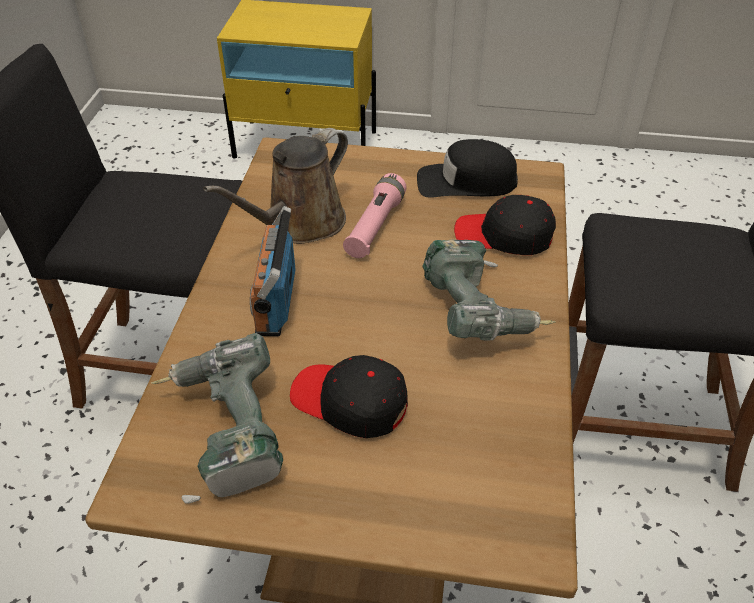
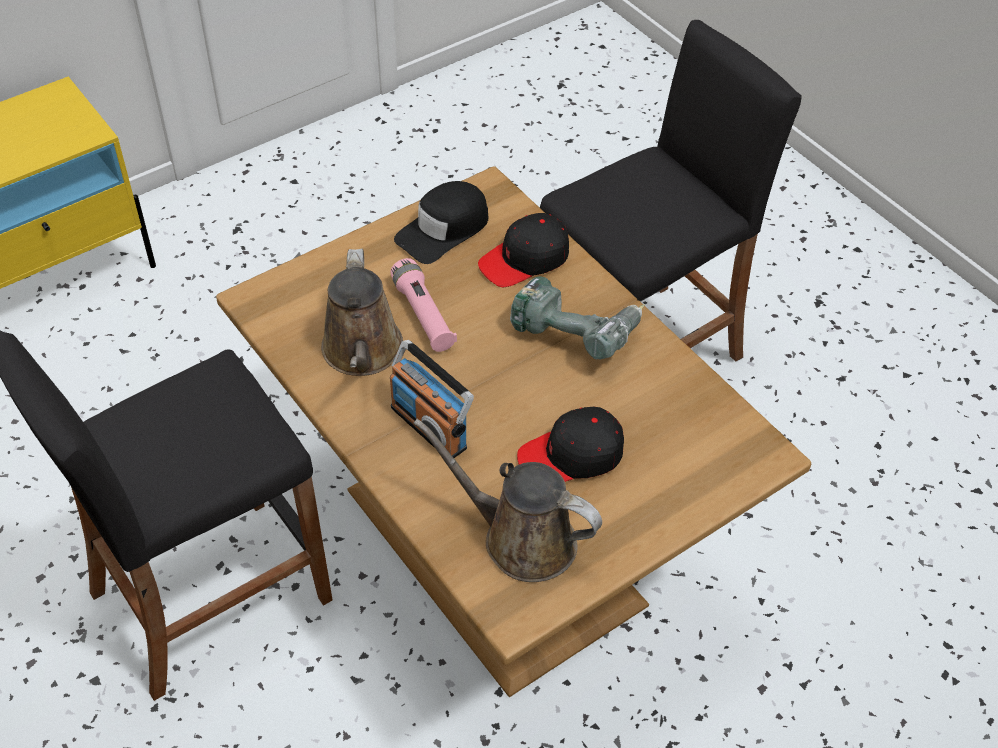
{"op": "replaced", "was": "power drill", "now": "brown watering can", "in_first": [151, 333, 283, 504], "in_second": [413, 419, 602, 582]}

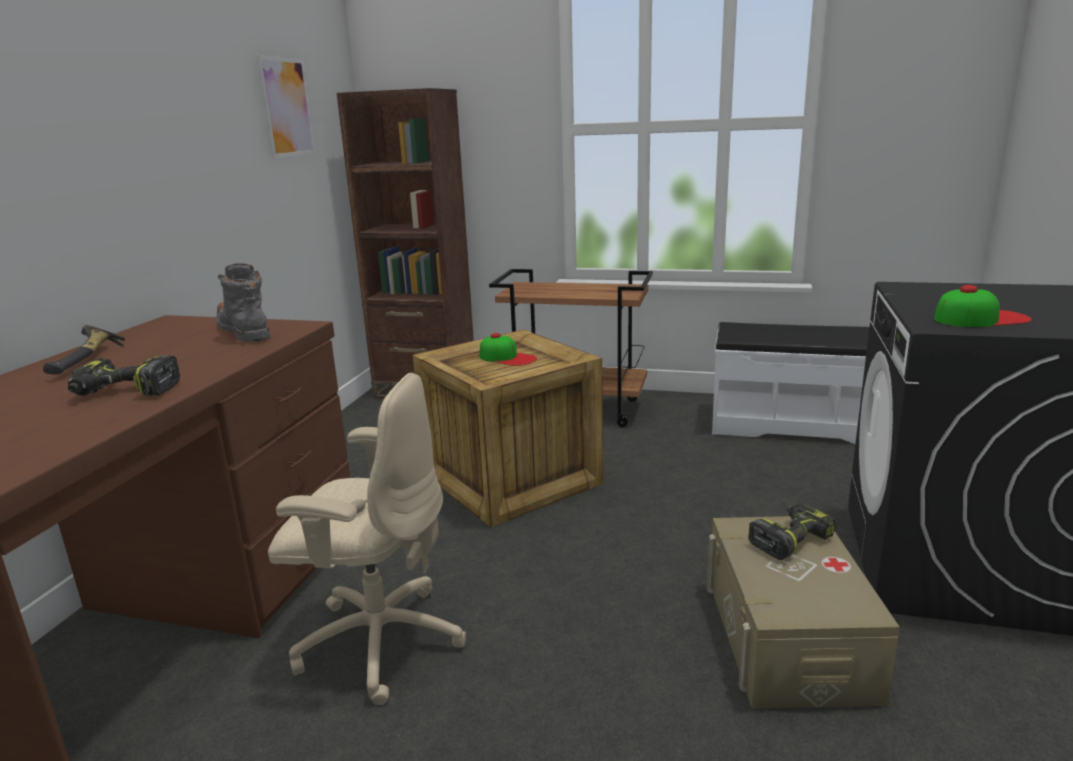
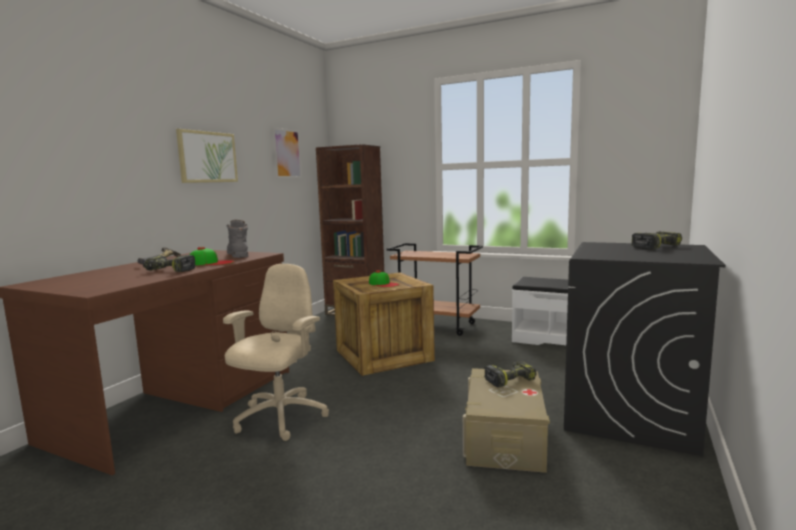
{"op": "added", "now": "picture", "in_second": [176, 129, 238, 183]}
{"op": "added", "now": "power drill", "in_second": [632, 231, 682, 250]}
{"op": "moved", "was": "cap", "in_first": [934, 285, 1032, 327], "in_second": [190, 247, 235, 265]}
{"op": "turned", "was": "beige office chair", "in_first": [268, 373, 467, 705], "in_second": [223, 264, 329, 441], "clockwise": -90}

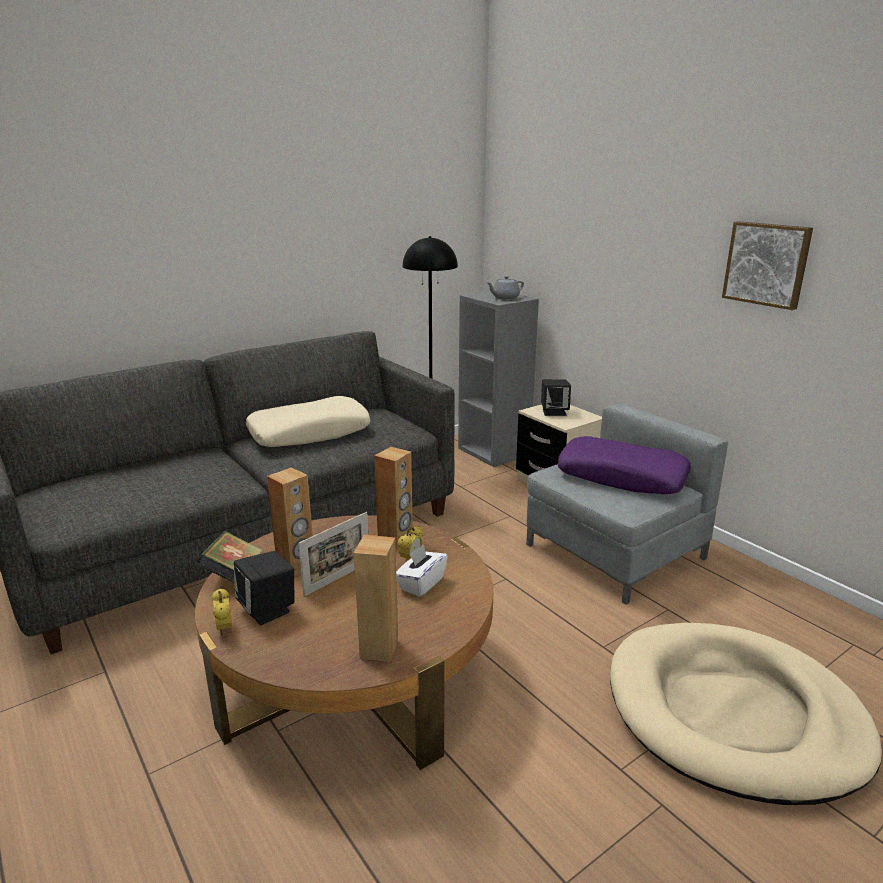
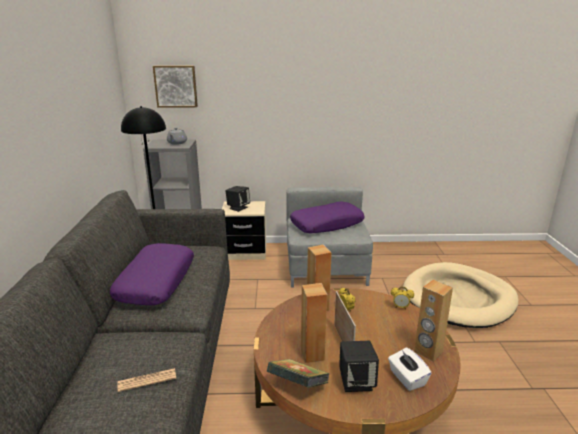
{"op": "added", "now": "newspaper", "in_second": [118, 368, 176, 392]}
{"op": "moved", "was": "alarm clock", "in_first": [212, 588, 232, 635], "in_second": [391, 287, 414, 309]}
{"op": "moved", "was": "white tissue box", "in_first": [396, 544, 448, 597], "in_second": [388, 347, 431, 391]}
{"op": "moved", "was": "picture", "in_first": [722, 221, 813, 310], "in_second": [153, 66, 198, 108]}
{"op": "recoloured", "was": "beige pillow", "now": "purple pillow", "in_first": [246, 396, 370, 447], "in_second": [110, 243, 194, 305]}

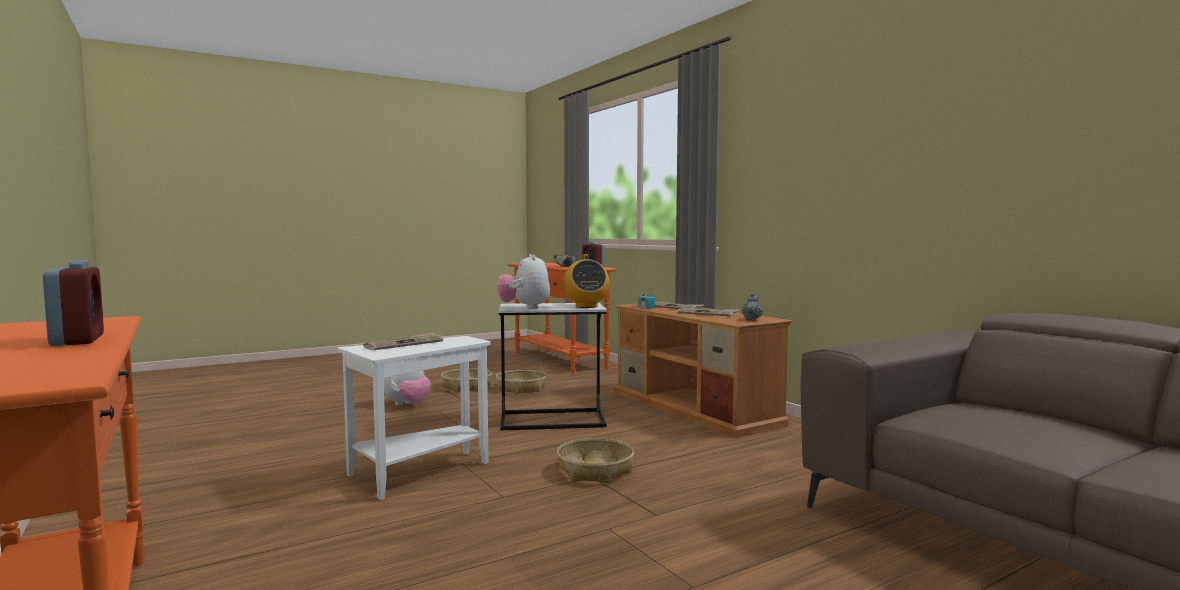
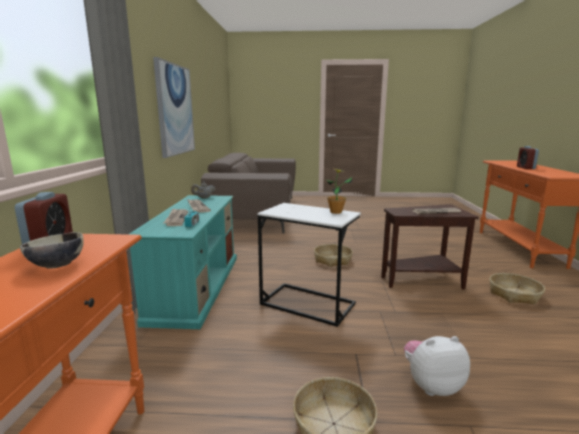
{"op": "removed", "was": "radio", "in_first": [564, 254, 609, 308]}
{"op": "added", "now": "picture", "in_second": [153, 57, 195, 158]}
{"op": "moved", "was": "basket", "in_first": [496, 370, 547, 394], "in_second": [489, 273, 545, 305]}
{"op": "replaced", "was": "plush toy", "now": "potted plant", "in_first": [497, 254, 550, 309], "in_second": [325, 169, 352, 214]}
{"op": "recoloured", "was": "white side table", "now": "brown side table", "in_first": [338, 336, 490, 500], "in_second": [381, 204, 479, 289]}
{"op": "recoloured", "was": "brown tv stand", "now": "turquoise tv stand", "in_first": [613, 302, 793, 438], "in_second": [129, 195, 237, 329]}

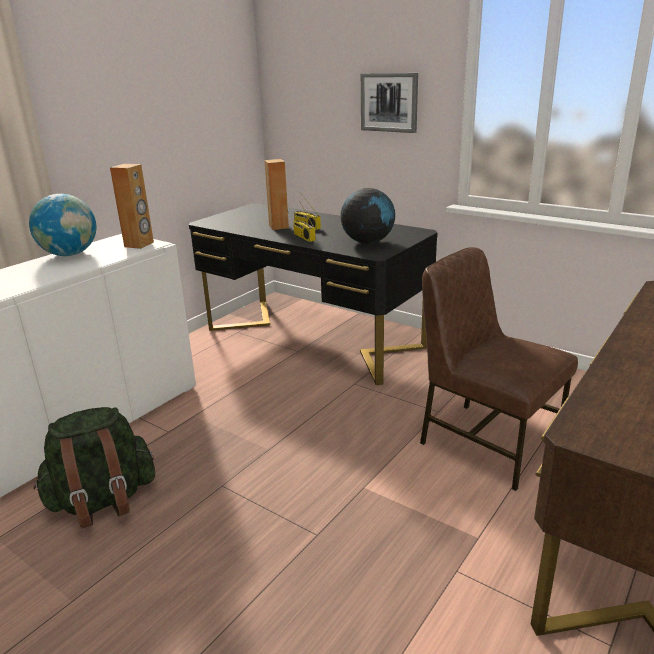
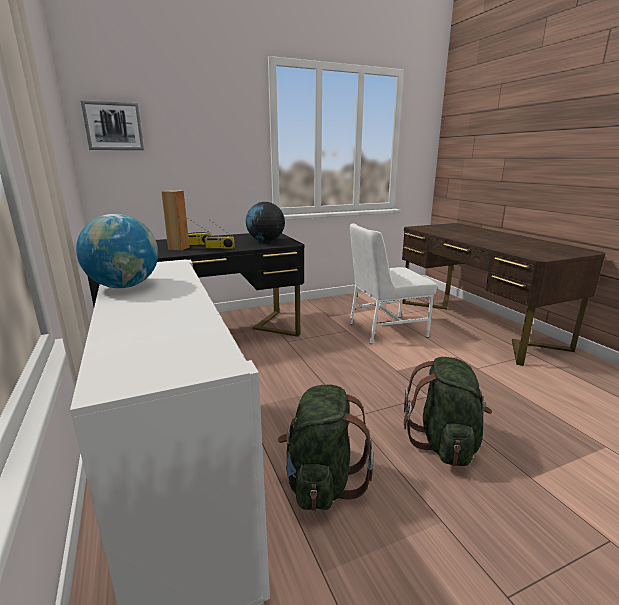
{"op": "removed", "was": "brown speaker", "in_first": [110, 164, 154, 249]}
{"op": "added", "now": "green backpack", "in_second": [404, 357, 492, 466]}
{"op": "moved", "was": "picture", "in_first": [361, 73, 418, 133], "in_second": [81, 100, 144, 150]}
{"op": "recoloured", "was": "brown chair", "now": "white chair", "in_first": [420, 247, 578, 491], "in_second": [350, 223, 437, 344]}

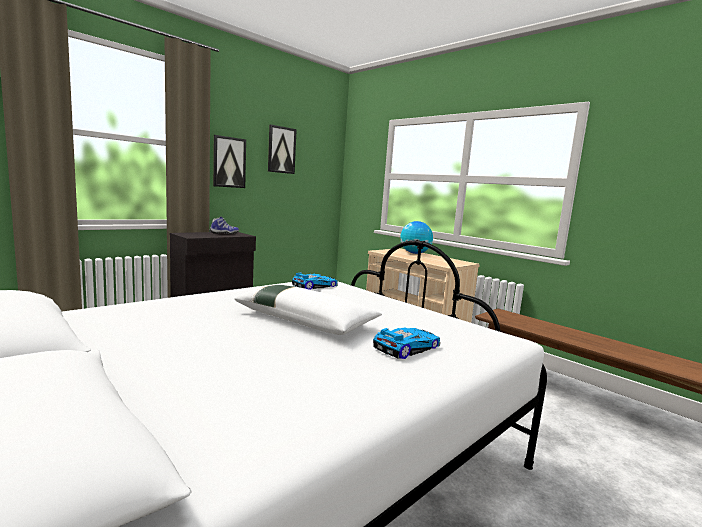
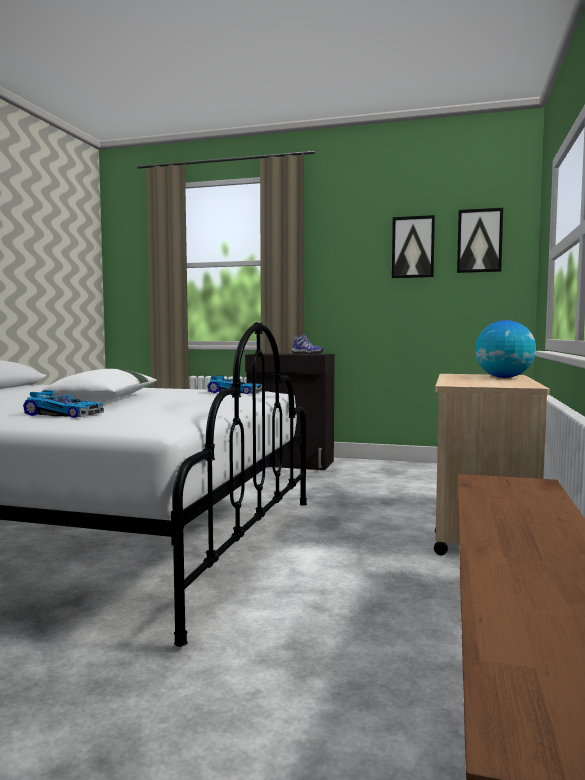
{"op": "moved", "was": "picture", "in_first": [213, 135, 246, 188], "in_second": [457, 208, 503, 273]}

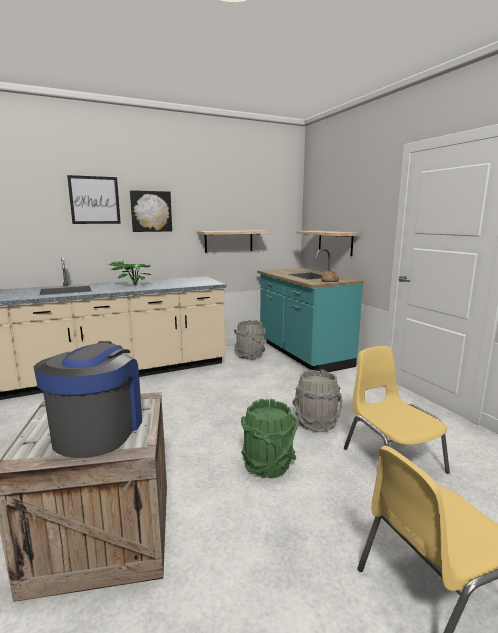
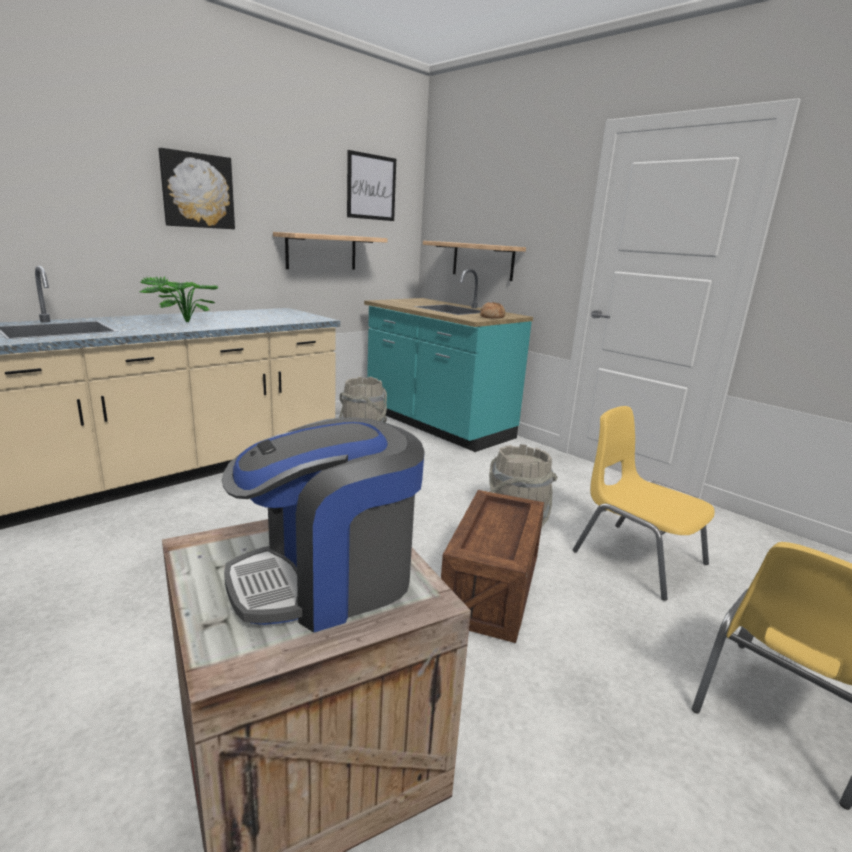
{"op": "moved", "was": "picture", "in_first": [67, 175, 121, 224], "in_second": [347, 150, 396, 221]}
{"op": "replaced", "was": "green bucket", "now": "crate", "in_first": [241, 398, 298, 478], "in_second": [441, 490, 544, 643]}
{"op": "turned", "was": "coffee machine", "in_first": [34, 341, 142, 458], "in_second": [222, 417, 425, 633], "clockwise": -105}

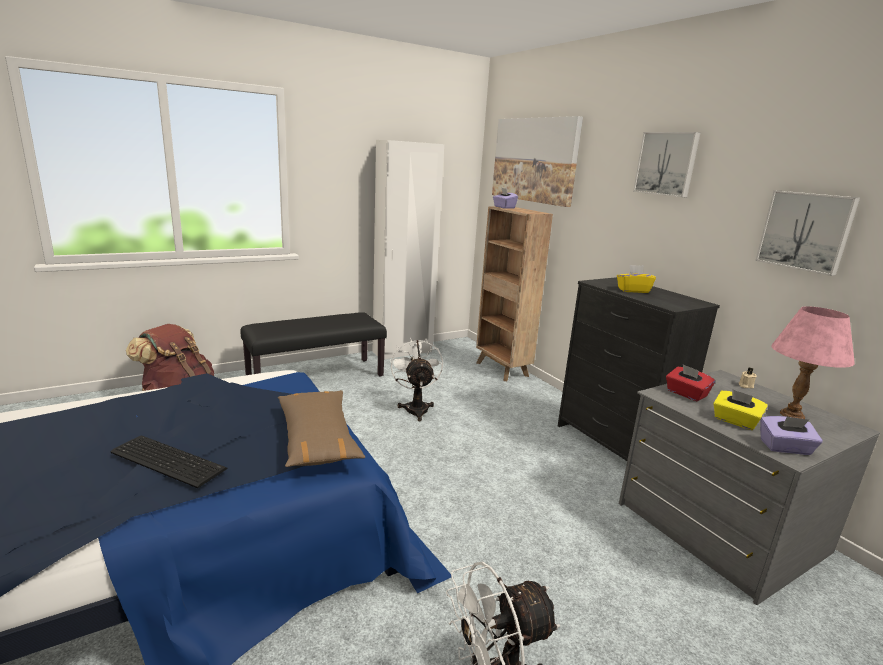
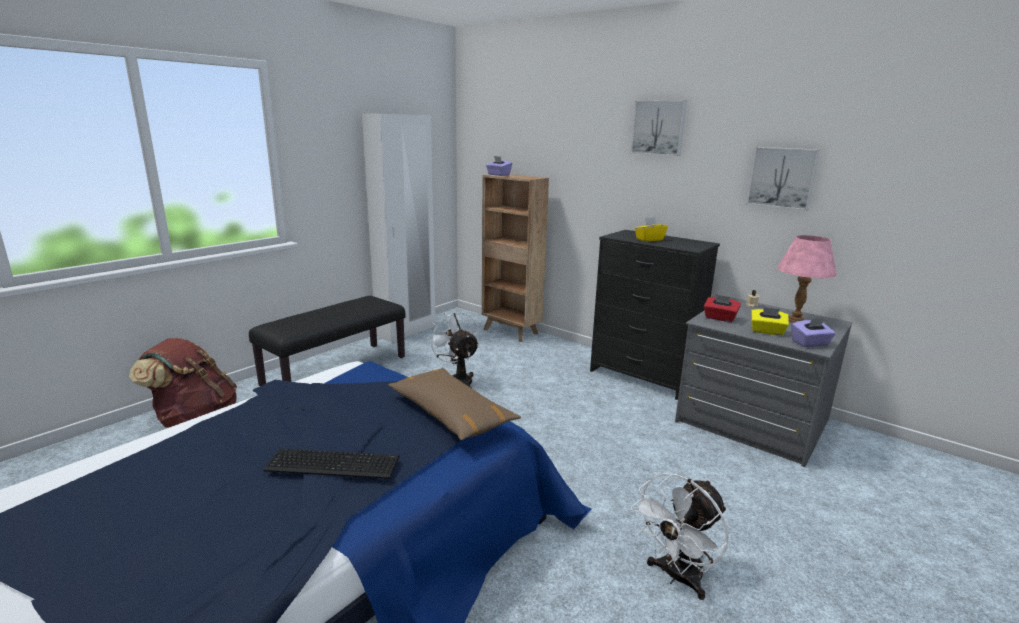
{"op": "removed", "was": "picture", "in_first": [492, 116, 583, 207]}

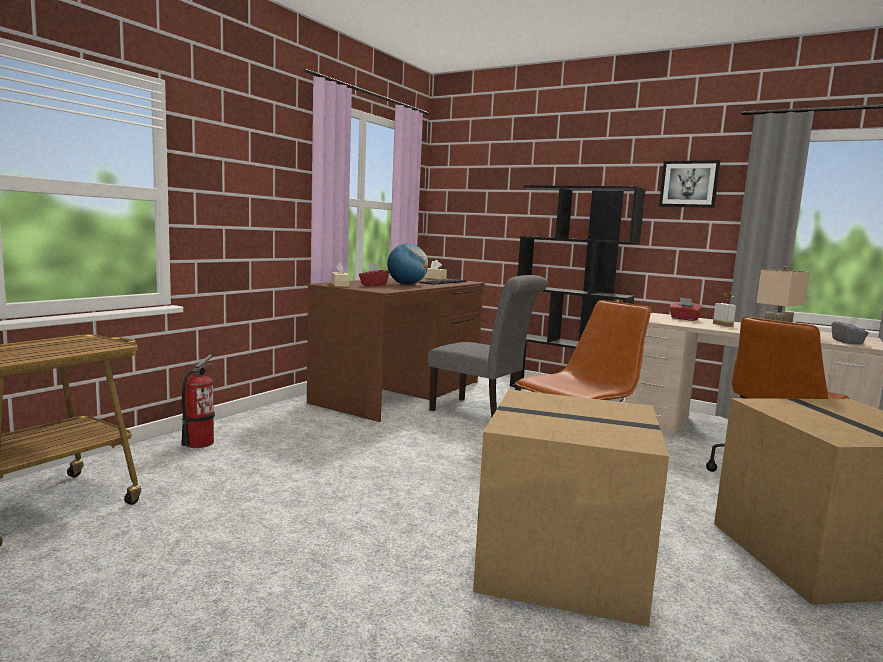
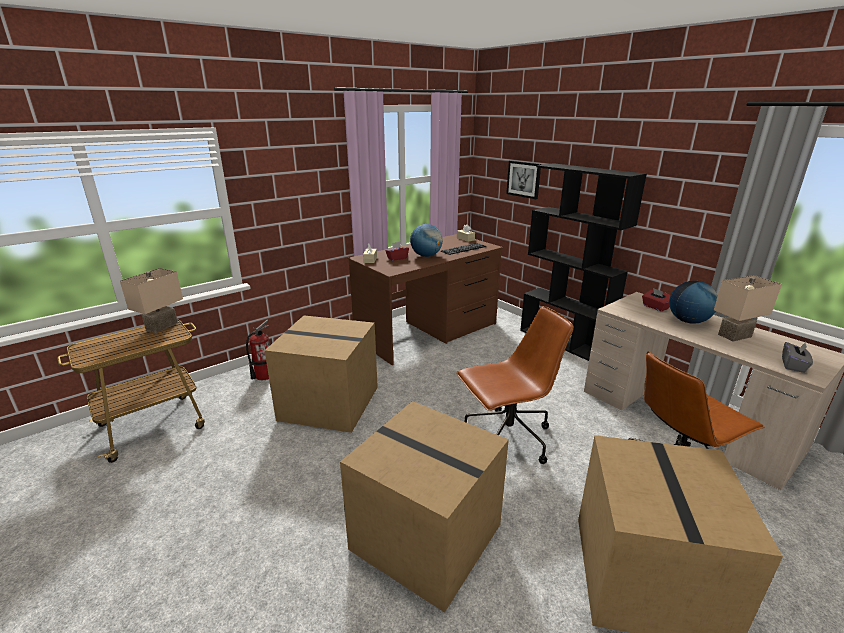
{"op": "removed", "was": "grey chair", "in_first": [428, 275, 548, 417]}
{"op": "added", "now": "beige table lamp", "in_second": [120, 268, 183, 333]}
{"op": "added", "now": "cardboard box", "in_second": [265, 315, 378, 433]}
{"op": "moved", "was": "picture", "in_first": [659, 160, 720, 208], "in_second": [506, 161, 541, 199]}
{"op": "replaced", "was": "potted plant", "now": "globe", "in_first": [713, 293, 736, 327], "in_second": [669, 281, 718, 324]}

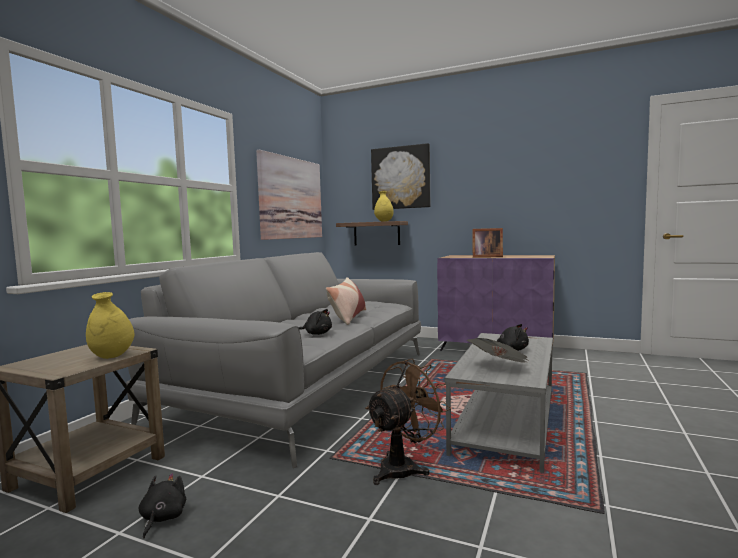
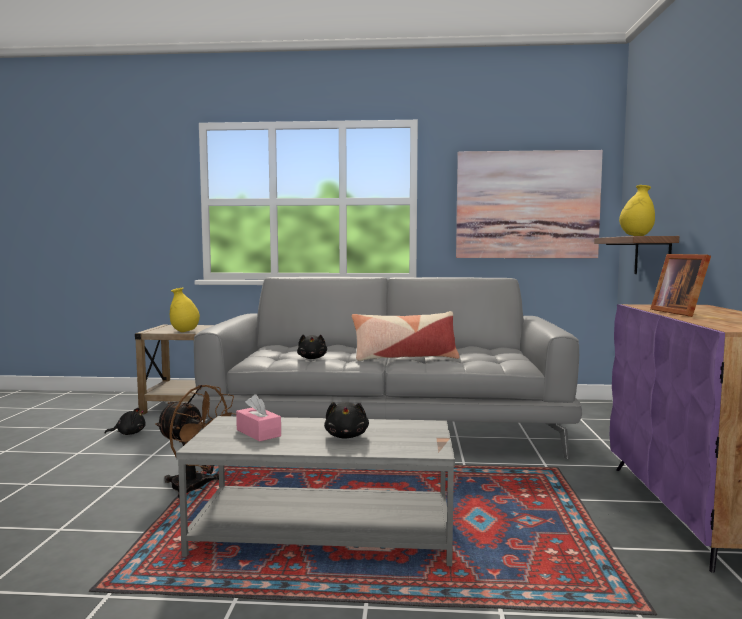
{"op": "removed", "was": "picture", "in_first": [371, 143, 430, 210]}
{"op": "replaced", "was": "newspaper", "now": "pink tissue box", "in_first": [467, 338, 528, 362], "in_second": [236, 394, 281, 442]}

